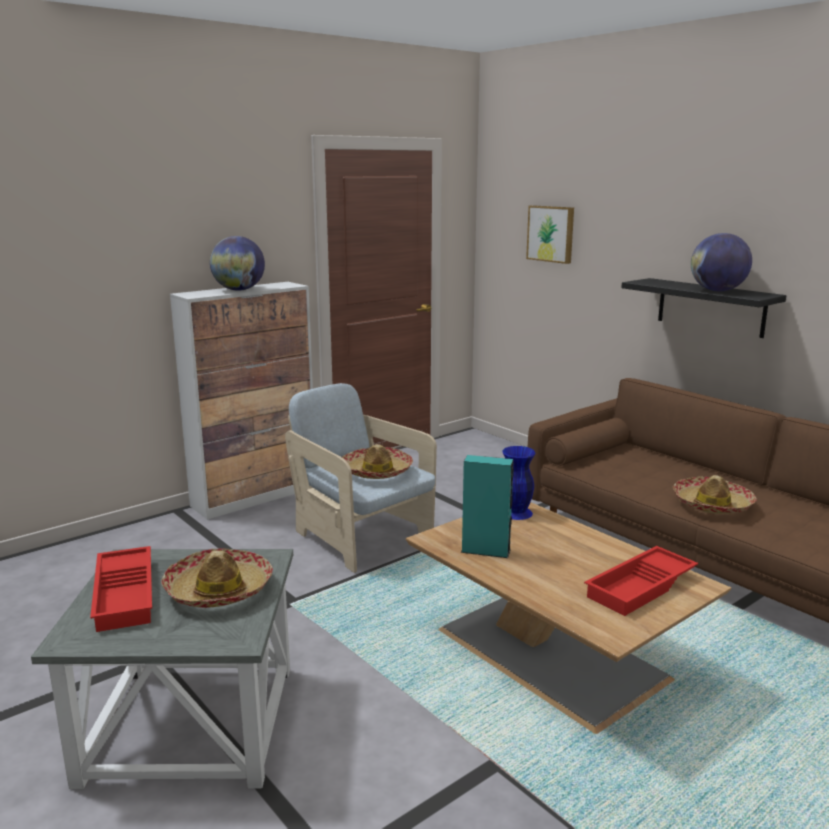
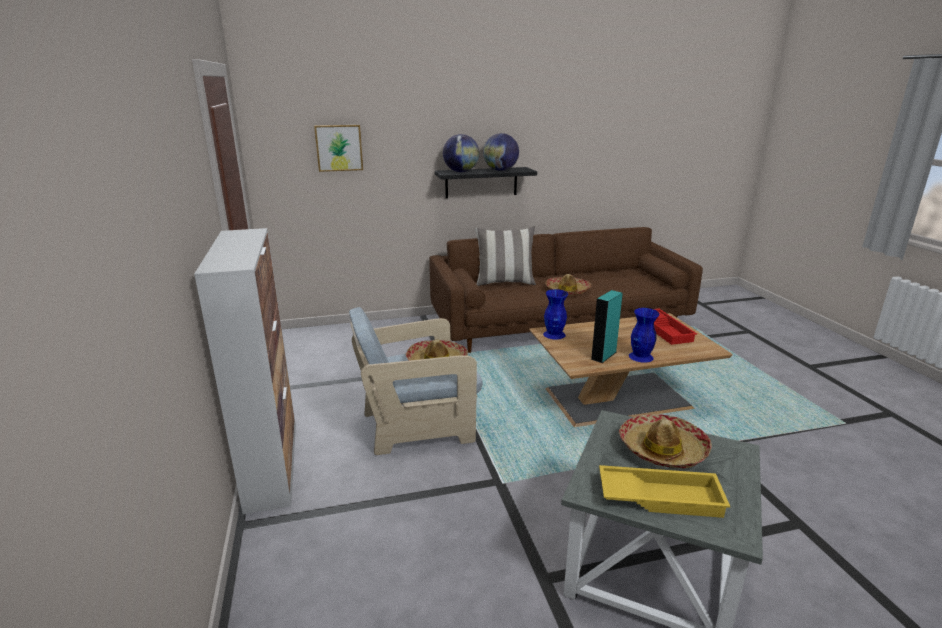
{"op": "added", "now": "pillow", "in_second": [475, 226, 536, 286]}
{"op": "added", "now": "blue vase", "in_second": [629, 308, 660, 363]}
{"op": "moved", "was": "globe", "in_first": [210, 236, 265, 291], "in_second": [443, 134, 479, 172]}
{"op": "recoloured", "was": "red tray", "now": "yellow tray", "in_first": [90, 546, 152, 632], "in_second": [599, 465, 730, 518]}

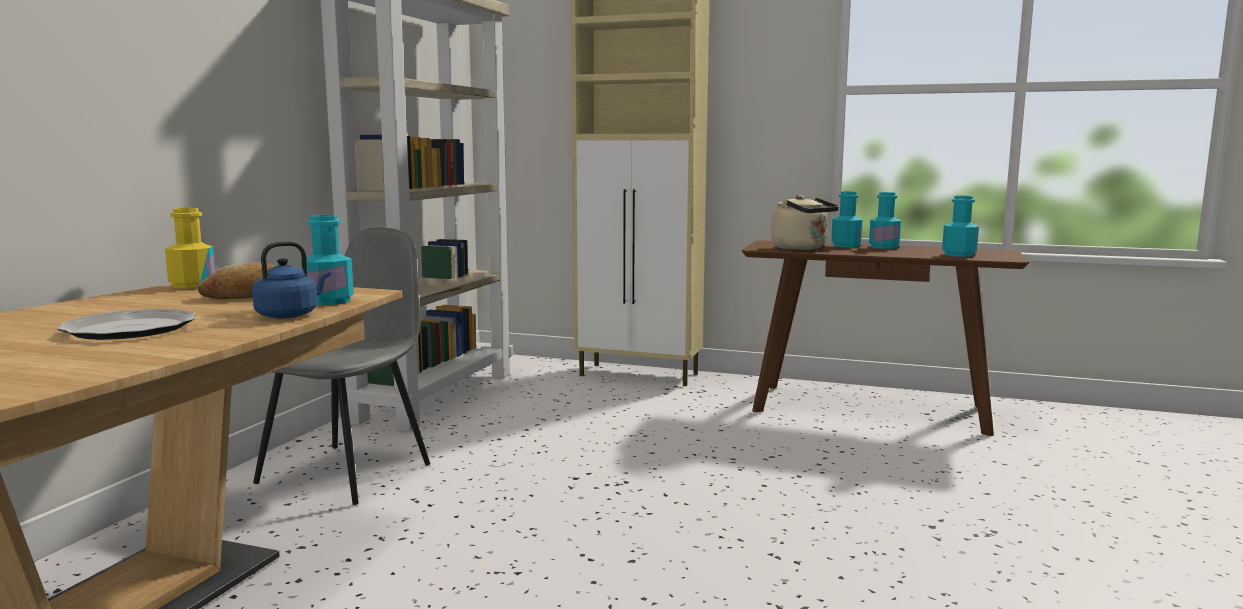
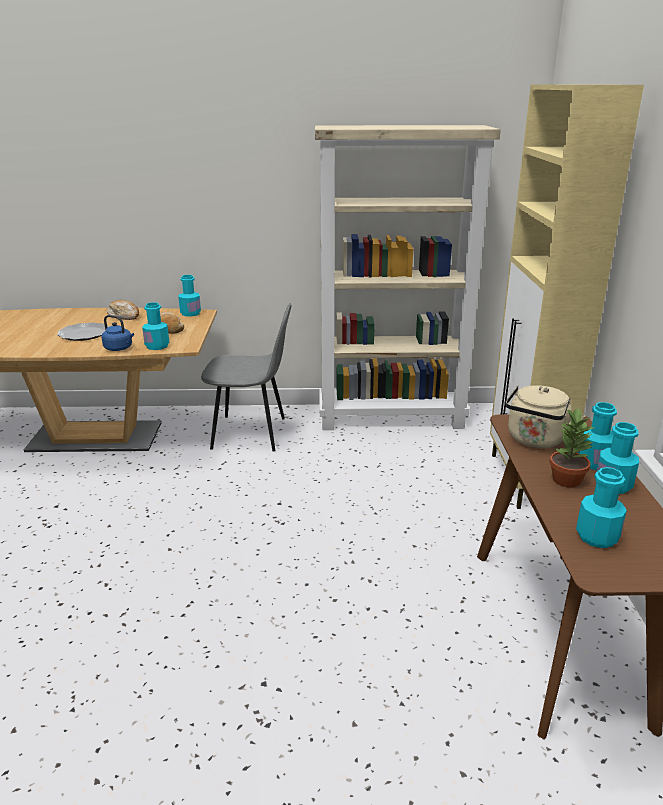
{"op": "added", "now": "bread", "in_second": [107, 300, 139, 320]}
{"op": "added", "now": "potted plant", "in_second": [549, 407, 595, 488]}
{"op": "recoloured", "was": "yellow bottle", "now": "turquoise bottle", "in_first": [165, 208, 215, 289], "in_second": [179, 275, 201, 317]}

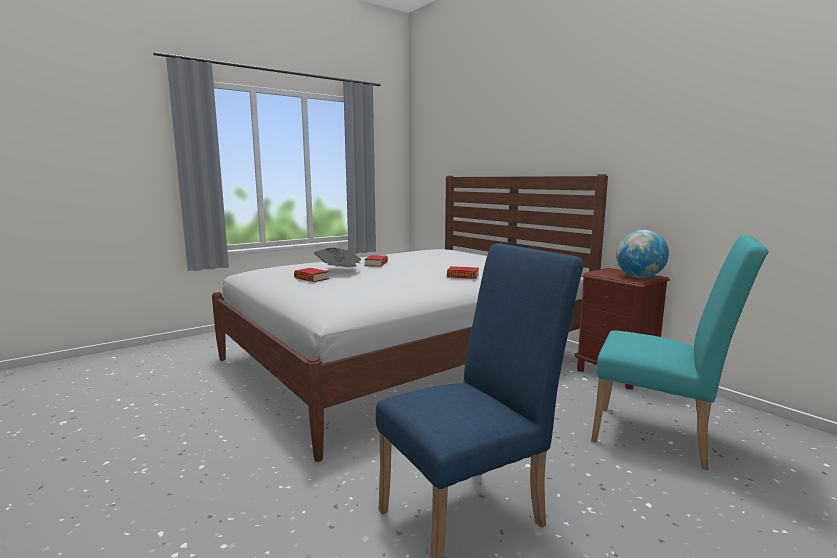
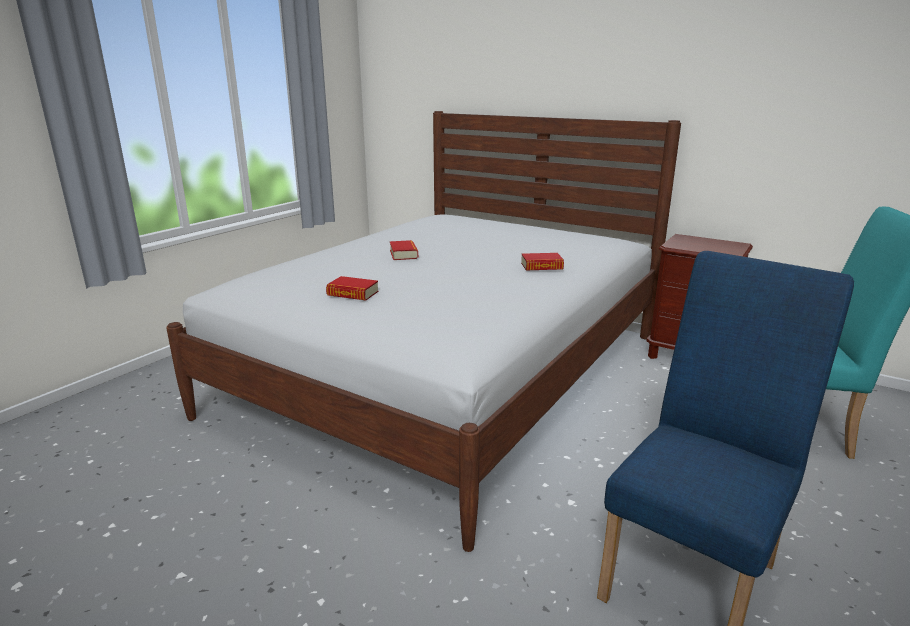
{"op": "removed", "was": "newspaper", "in_first": [314, 248, 361, 267]}
{"op": "removed", "was": "globe", "in_first": [616, 230, 669, 278]}

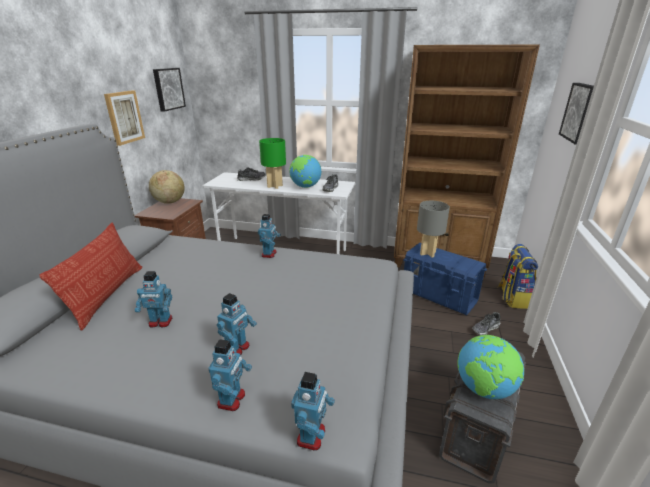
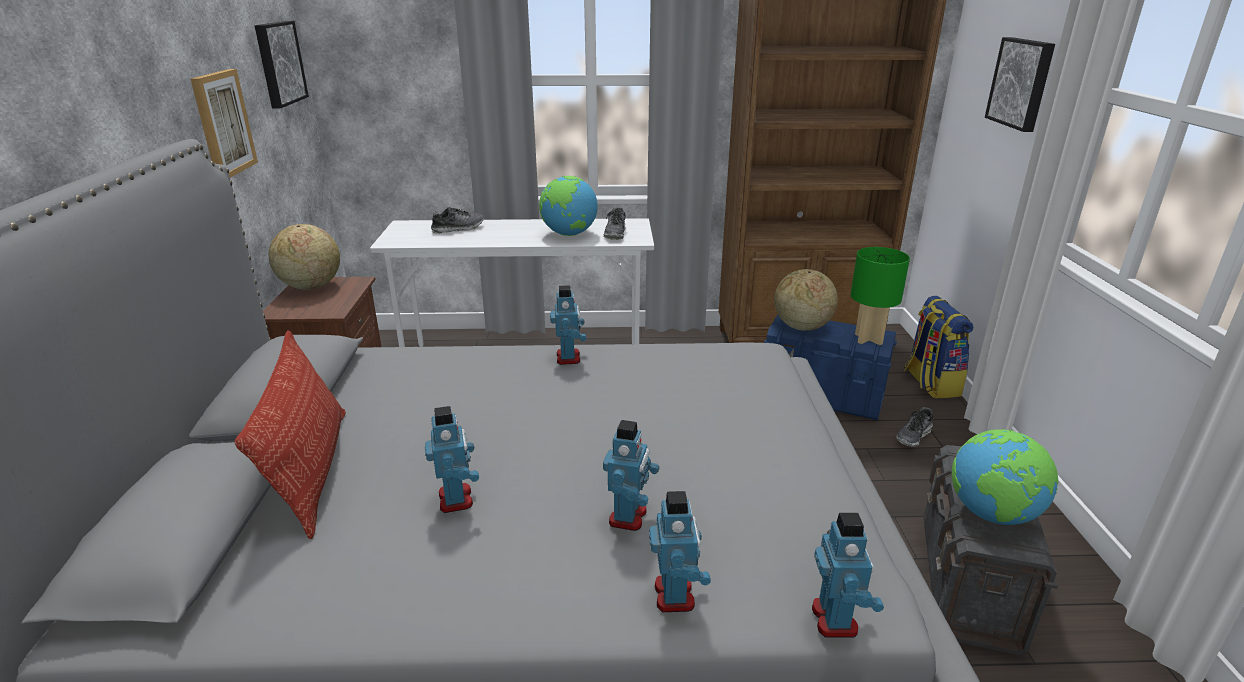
{"op": "moved", "was": "green table lamp", "in_first": [259, 138, 286, 189], "in_second": [851, 247, 910, 345]}
{"op": "replaced", "was": "grey table lamp", "now": "globe", "in_first": [417, 201, 450, 258], "in_second": [774, 269, 838, 331]}
{"op": "turned", "was": "toy robot", "in_first": [135, 271, 173, 328], "in_second": [425, 406, 479, 513], "clockwise": -90}

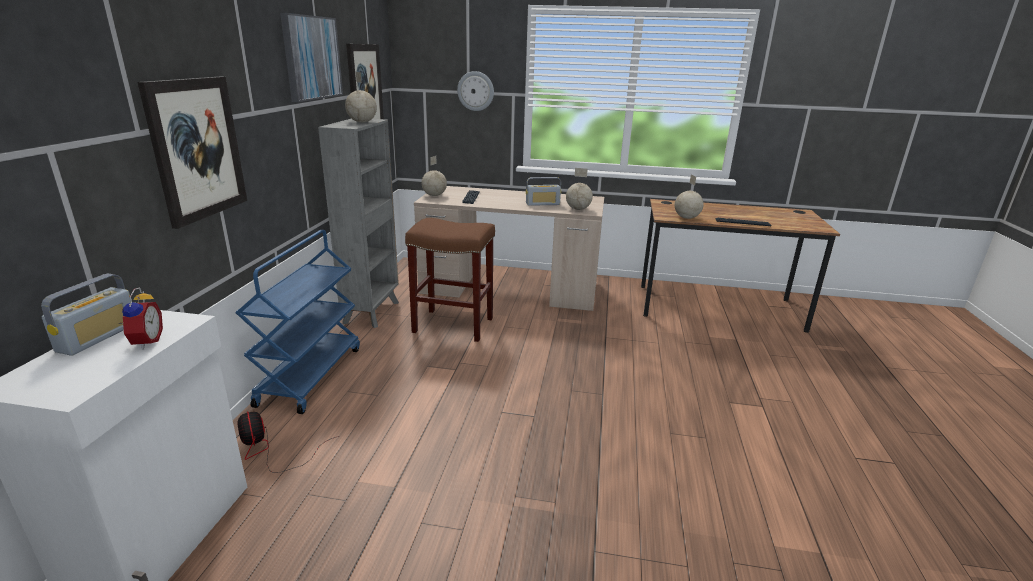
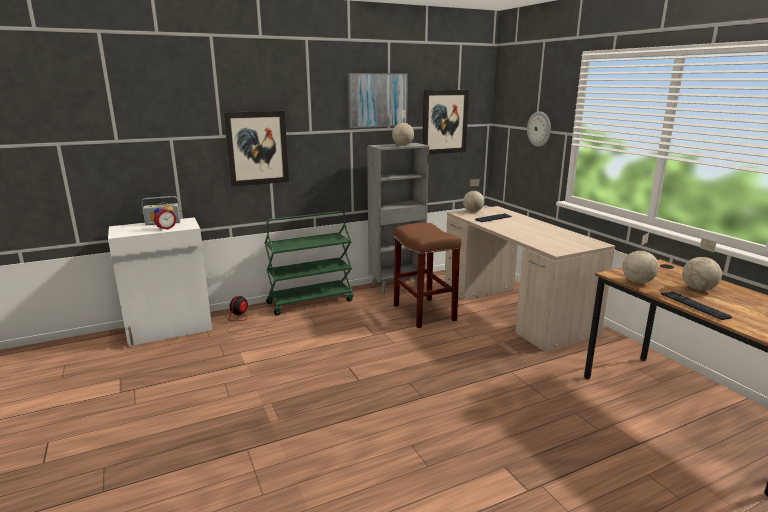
{"op": "removed", "was": "radio", "in_first": [526, 177, 561, 206]}
{"op": "moved", "was": "globe", "in_first": [566, 168, 593, 210], "in_second": [682, 238, 722, 291]}
{"op": "recoloured", "was": "blue cart", "now": "green cart", "in_first": [236, 230, 360, 414], "in_second": [265, 211, 354, 316]}

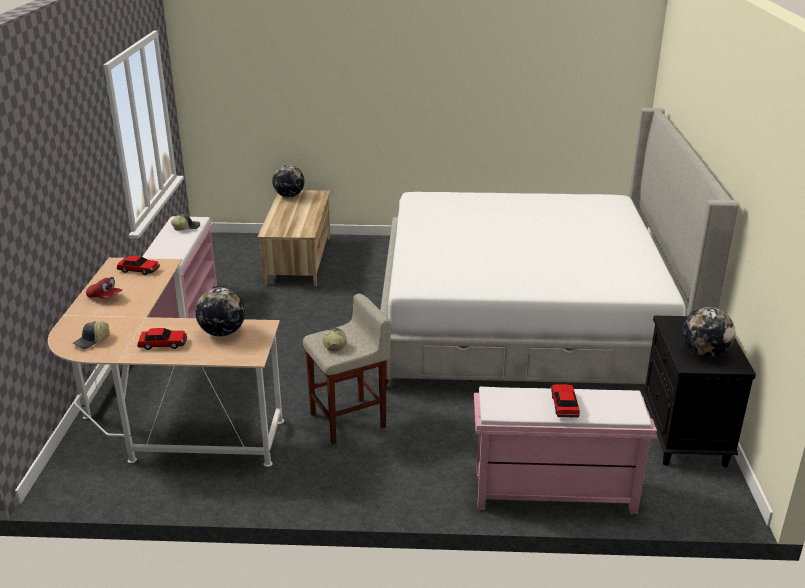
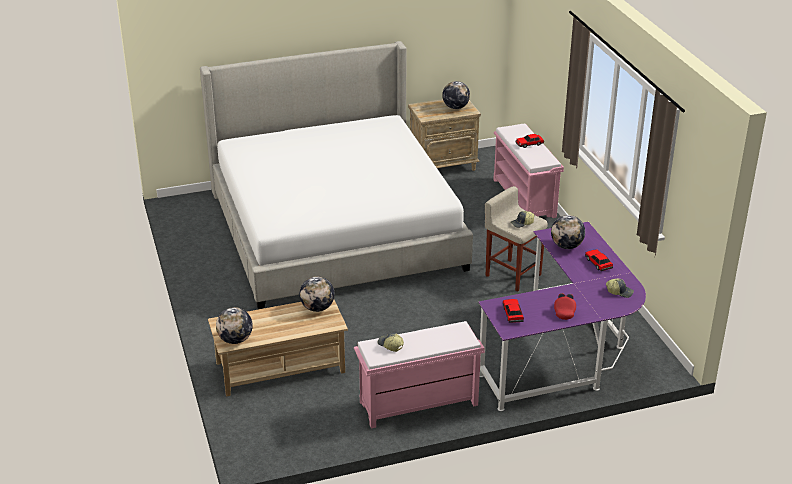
{"op": "added", "now": "globe", "in_second": [300, 276, 335, 312]}
{"op": "recoloured", "was": "beige desk", "now": "purple desk", "in_first": [48, 258, 284, 467], "in_second": [478, 222, 646, 411]}
{"op": "recoloured", "was": "black nightstand", "now": "beige nightstand", "in_first": [641, 316, 756, 467], "in_second": [408, 99, 481, 171]}

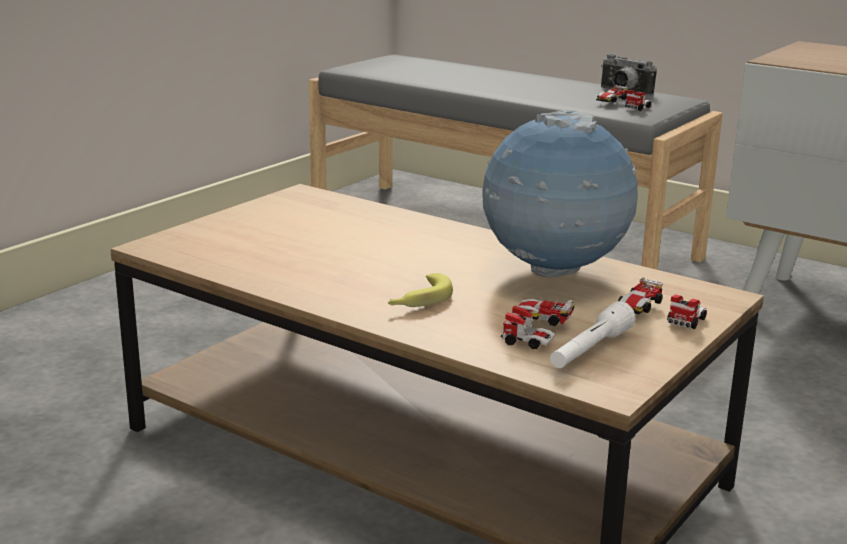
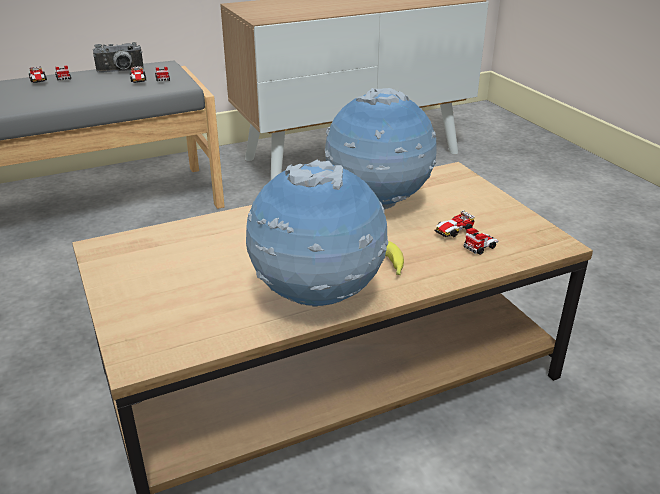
{"op": "removed", "was": "white flashlight", "in_first": [550, 301, 636, 368]}
{"op": "added", "now": "globe", "in_second": [246, 160, 388, 307]}
{"op": "moved", "was": "toy car", "in_first": [618, 277, 708, 329], "in_second": [29, 66, 71, 83]}

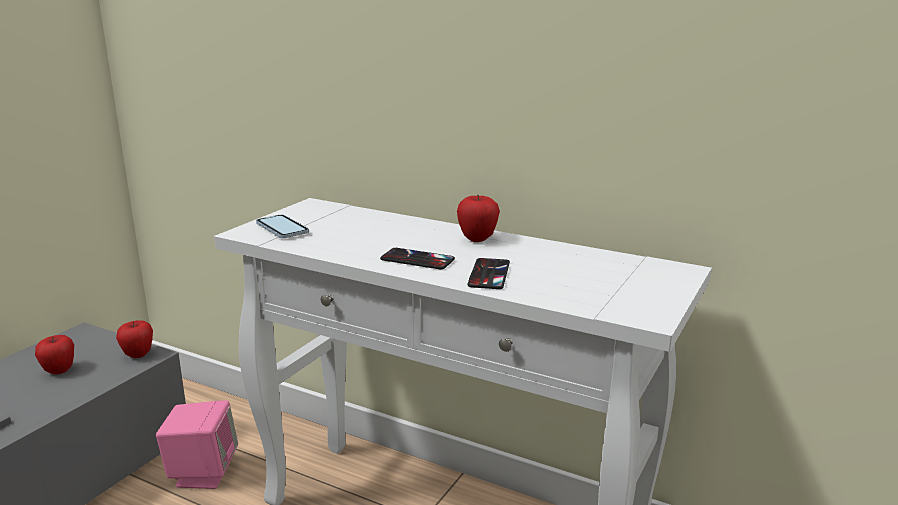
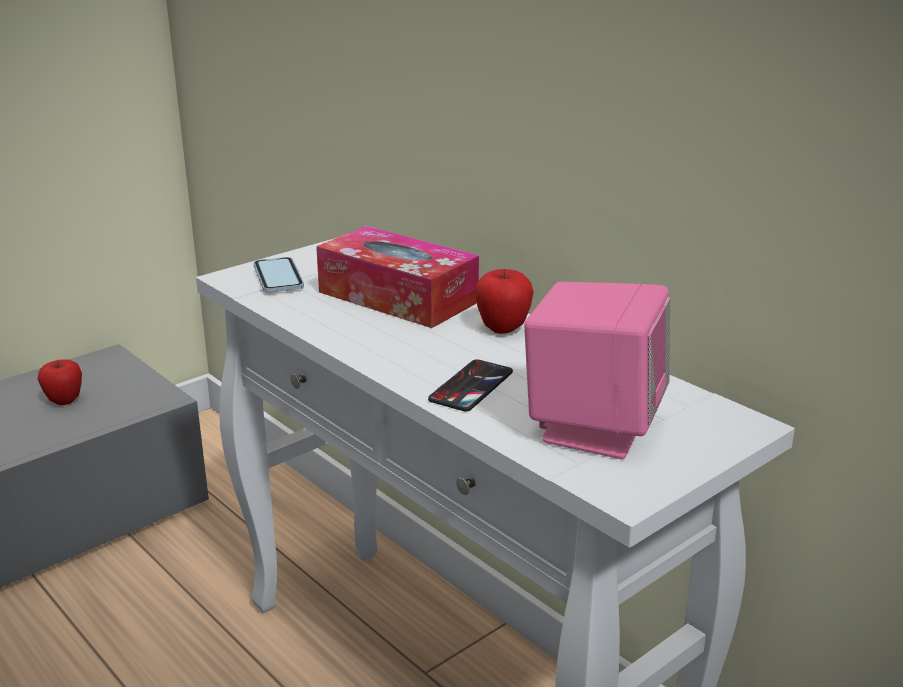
{"op": "removed", "was": "apple", "in_first": [116, 320, 153, 358]}
{"op": "removed", "was": "phone", "in_first": [380, 248, 455, 269]}
{"op": "added", "now": "tissue box", "in_second": [316, 226, 479, 328]}
{"op": "moved", "was": "pink speaker", "in_first": [156, 400, 238, 489], "in_second": [524, 282, 670, 459]}

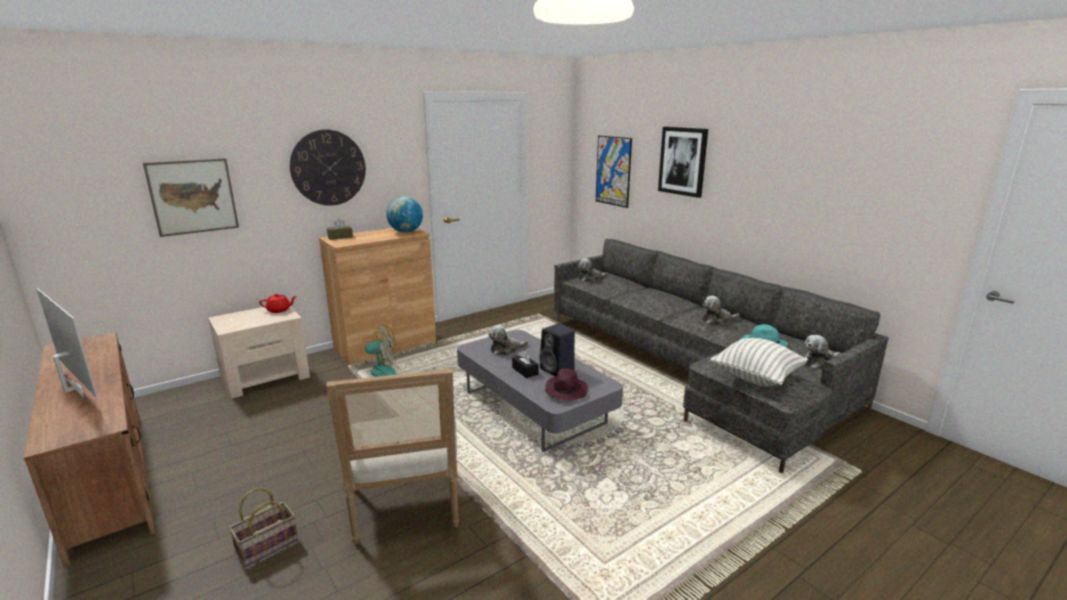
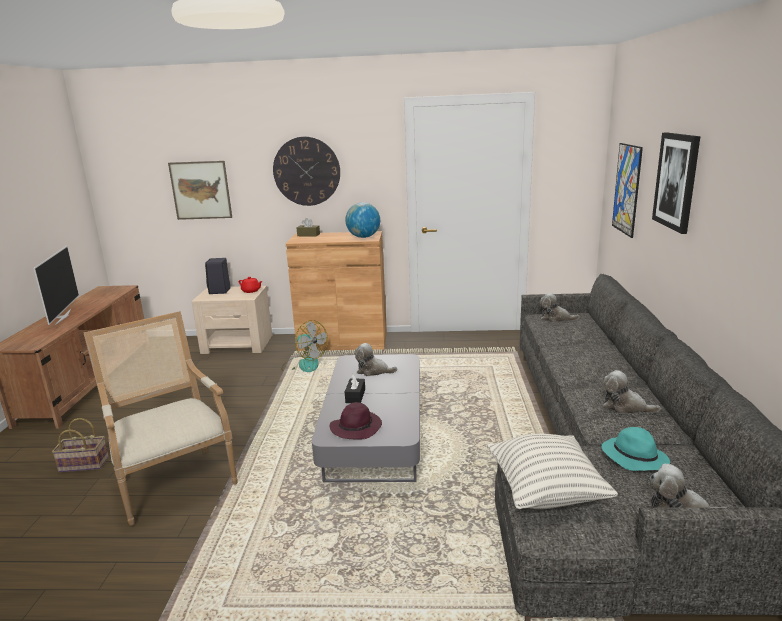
{"op": "moved", "was": "black speaker", "in_first": [540, 324, 575, 377], "in_second": [205, 258, 231, 294]}
{"op": "turned", "was": "armchair", "in_first": [326, 369, 459, 545], "in_second": [83, 311, 237, 526], "clockwise": 120}

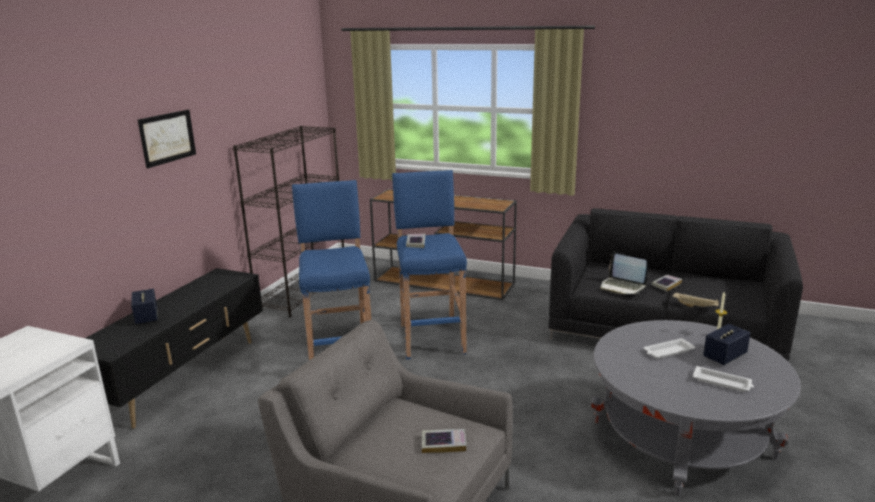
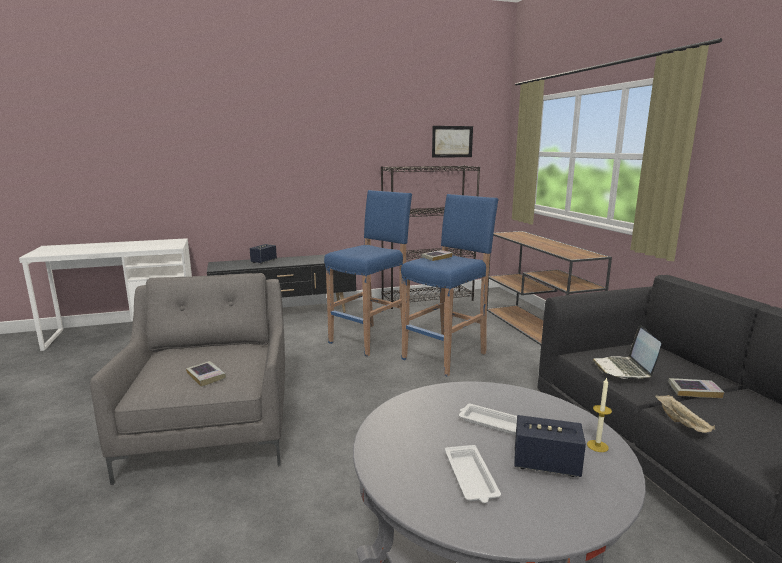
{"op": "moved", "was": "picture", "in_first": [138, 109, 196, 168], "in_second": [432, 126, 473, 158]}

